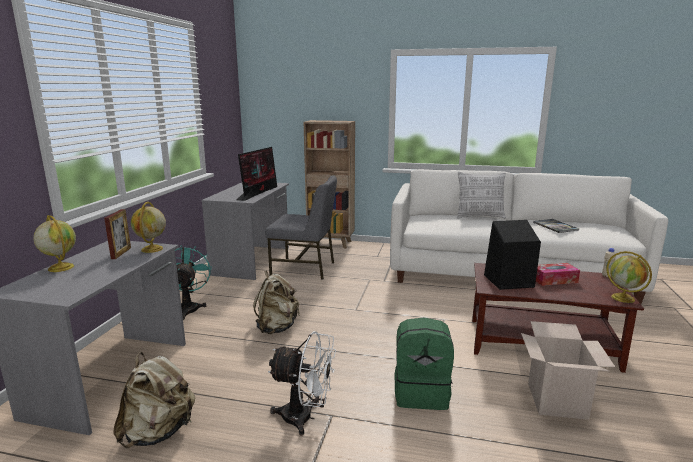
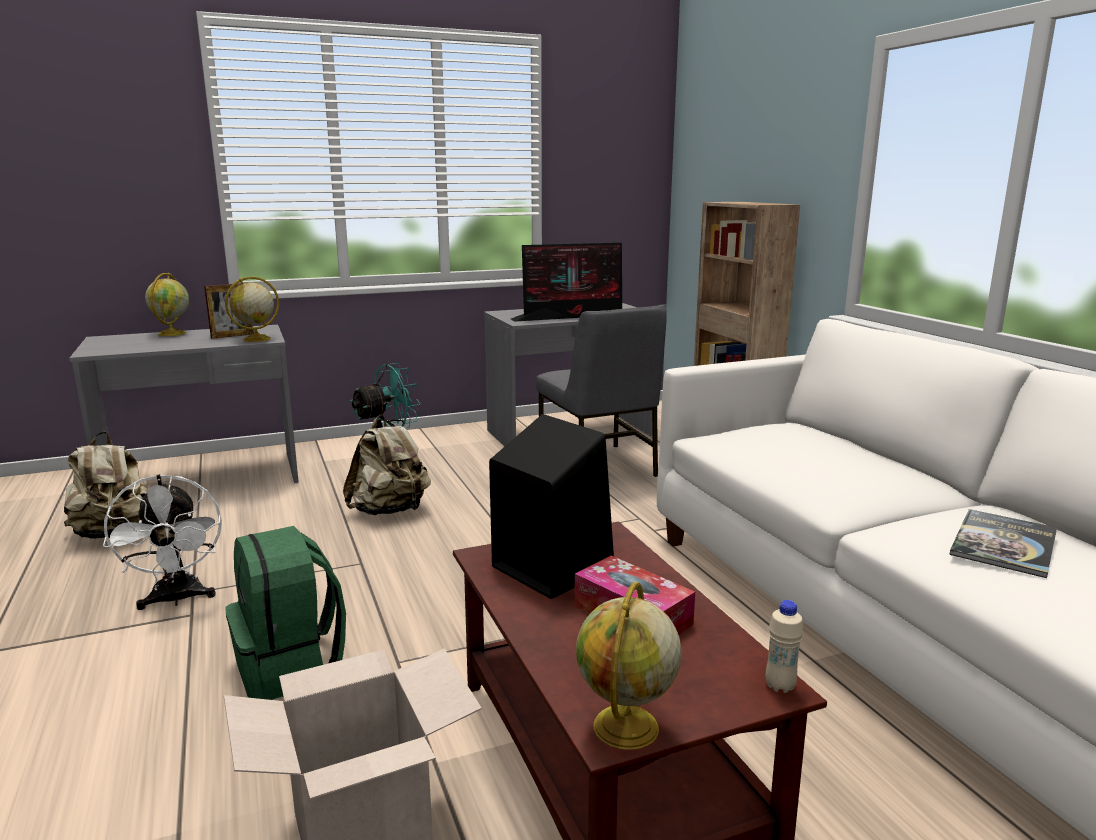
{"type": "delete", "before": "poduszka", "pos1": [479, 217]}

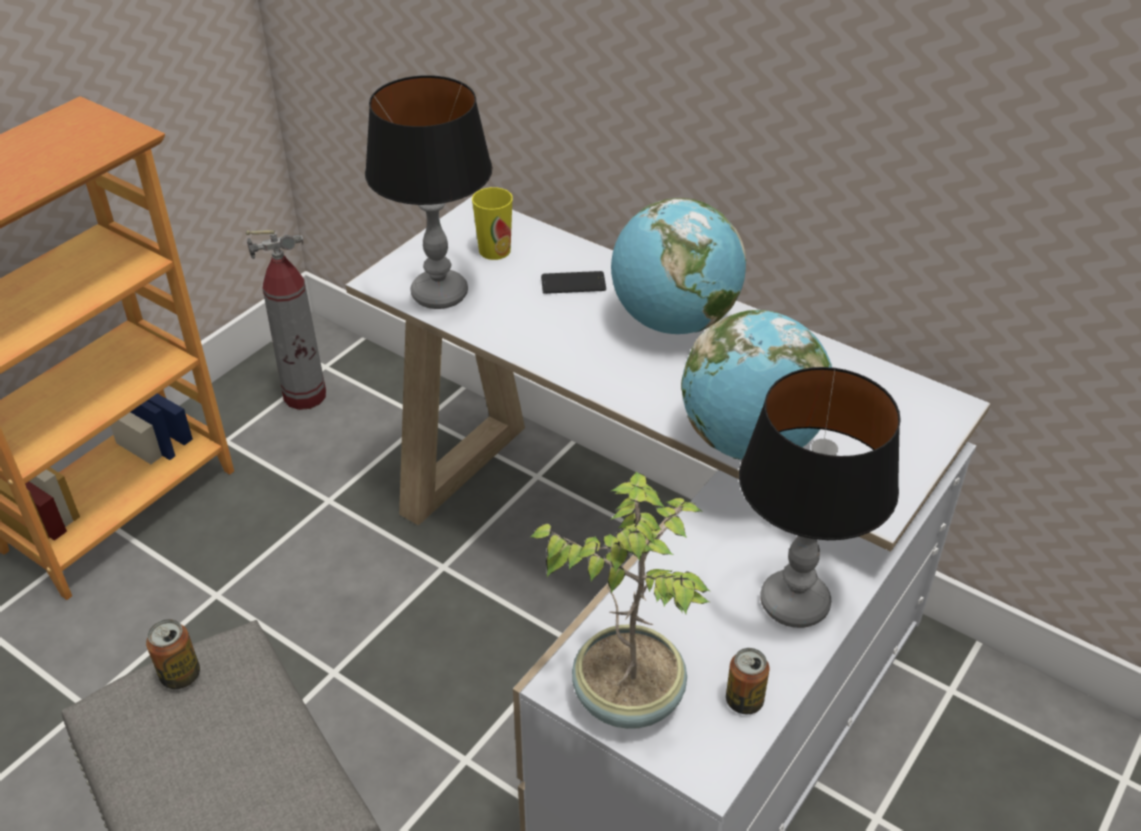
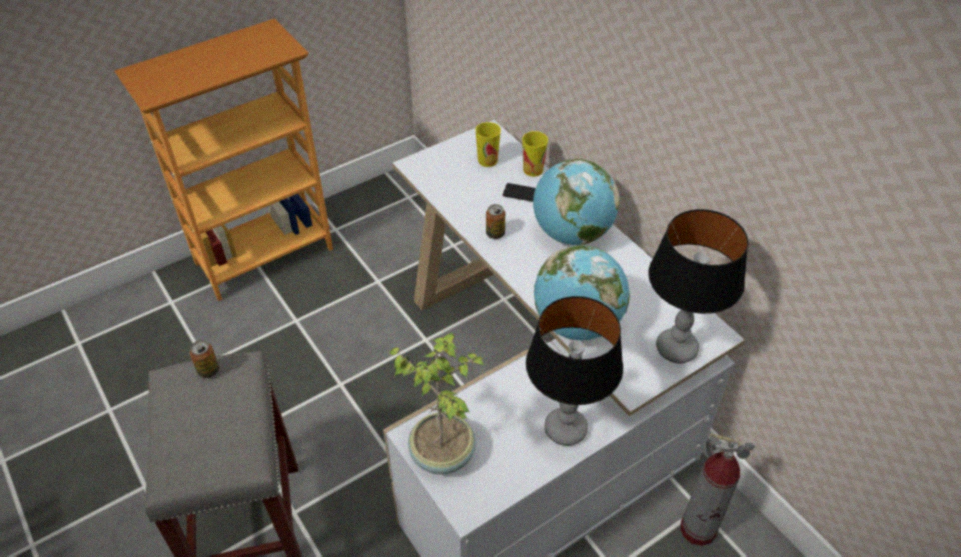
{"type": "move", "before": "lampa stołowa", "pos1": [440, 294], "pos2": [677, 349]}
{"type": "move", "before": "gaśnica", "pos1": [305, 395], "pos2": [698, 529]}
{"type": "move", "before": "puszka", "pos1": [744, 701], "pos2": [495, 233]}
{"type": "insert", "after": "filiżanka", "pos2": [533, 170]}

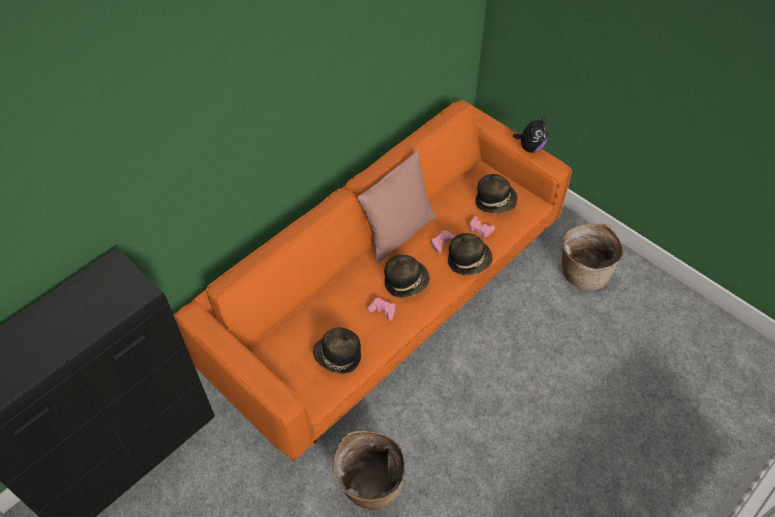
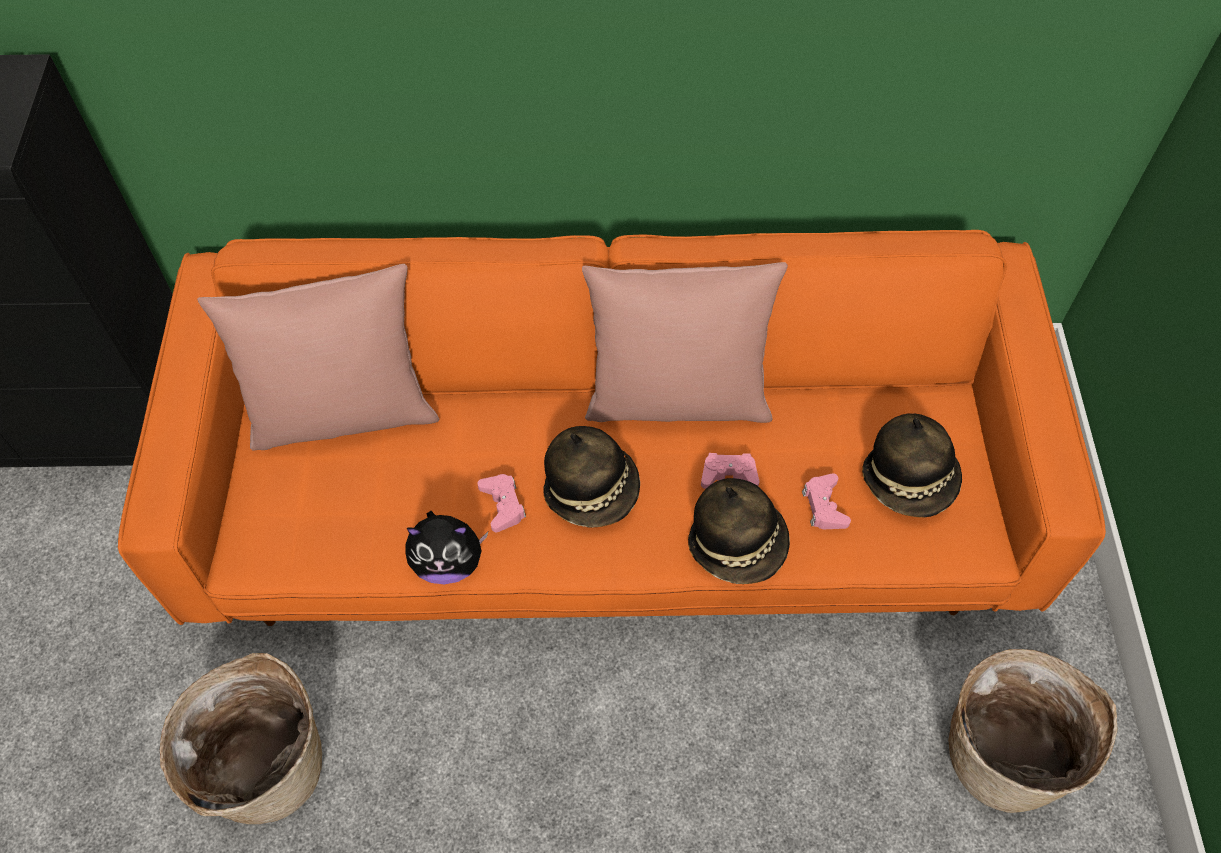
{"type": "move", "before": "pluszak", "pos1": [530, 147], "pos2": [448, 562]}
{"type": "delete", "before": "kapelusz", "pos1": [337, 357]}
{"type": "insert", "after": "poduszka (różowy)", "pos2": [343, 413]}

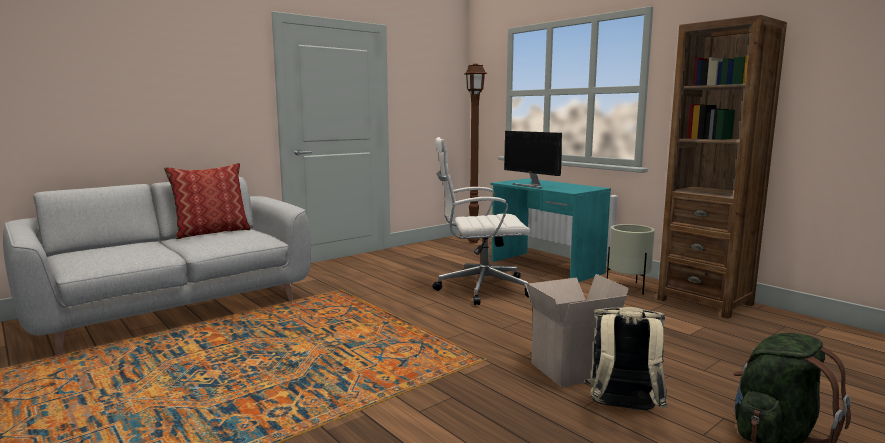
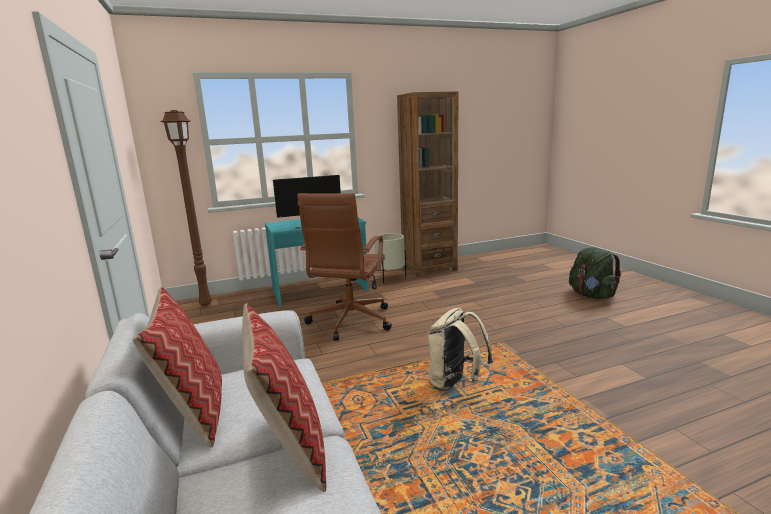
{"type": "recolor", "before": "krzesło biurowe (biały)", "after": "krzesło biurowe (brązowy)", "pos1": [480, 288], "pos2": [349, 322]}
{"type": "delete", "before": "karton", "pos1": [572, 368]}
{"type": "move", "before": "plecak (beżowy)", "pos1": [623, 410], "pos2": [456, 384]}
{"type": "insert", "after": "poduszka", "pos2": [289, 447]}

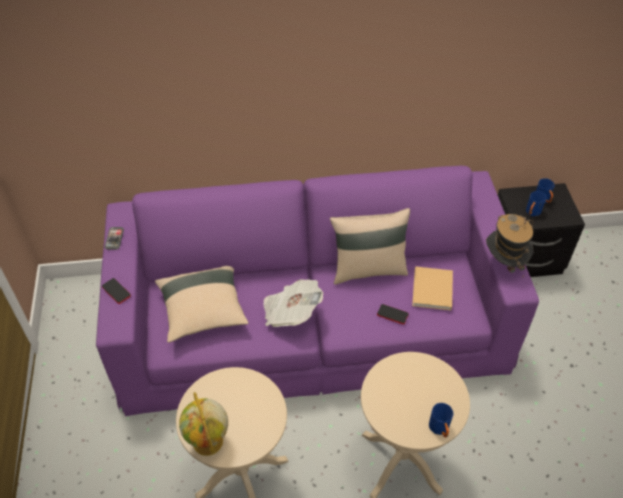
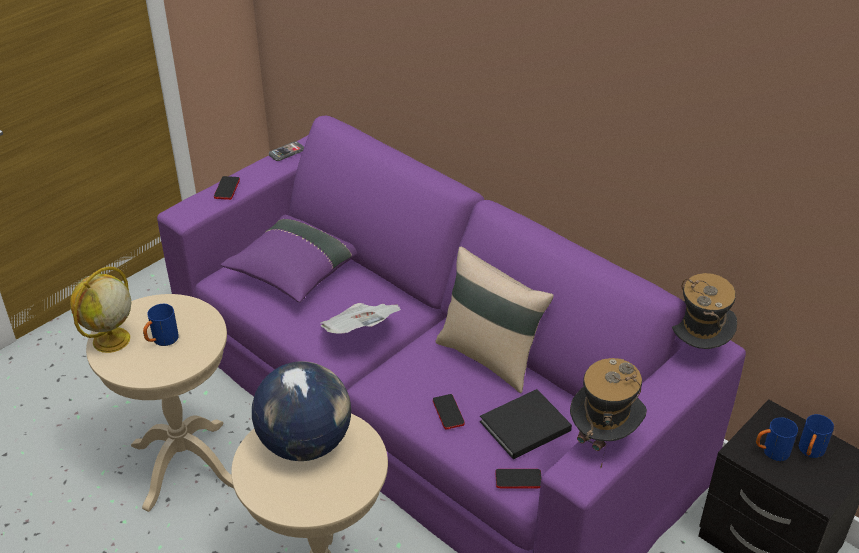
{"type": "recolor", "before": "poduszka (beżowy)", "after": "poduszka (fioletowy)", "pos1": [203, 311], "pos2": [294, 273]}
{"type": "recolor", "before": "książka (beżowy)", "after": "książka (czarny)", "pos1": [432, 291], "pos2": [523, 427]}
{"type": "move", "before": "kubek (niebieski)", "pos1": [440, 429], "pos2": [162, 341]}
{"type": "insert", "after": "kapelusz", "pos2": [696, 349]}
{"type": "insert", "after": "globus", "pos2": [306, 444]}
{"type": "insert", "after": "telefon", "pos2": [518, 479]}

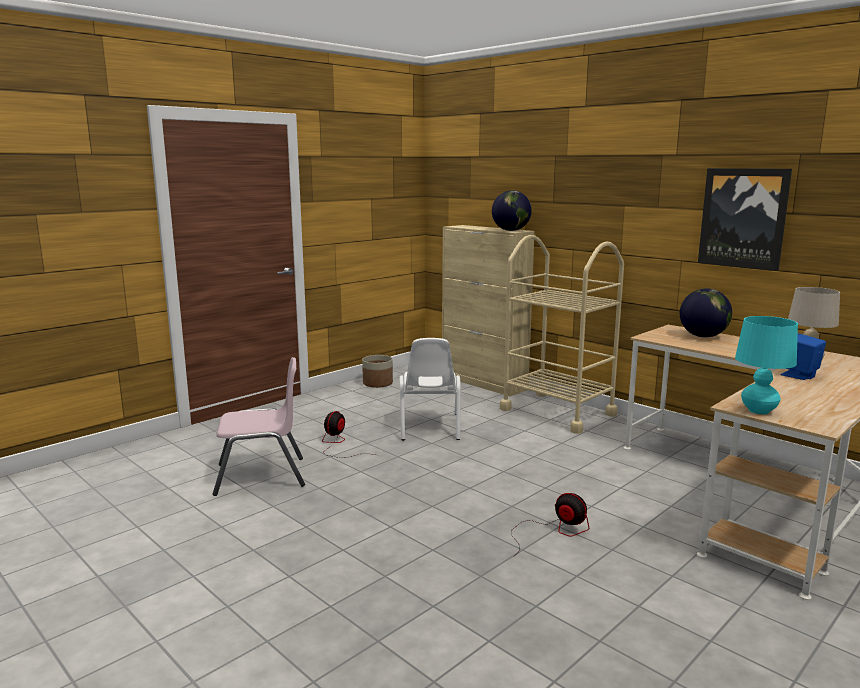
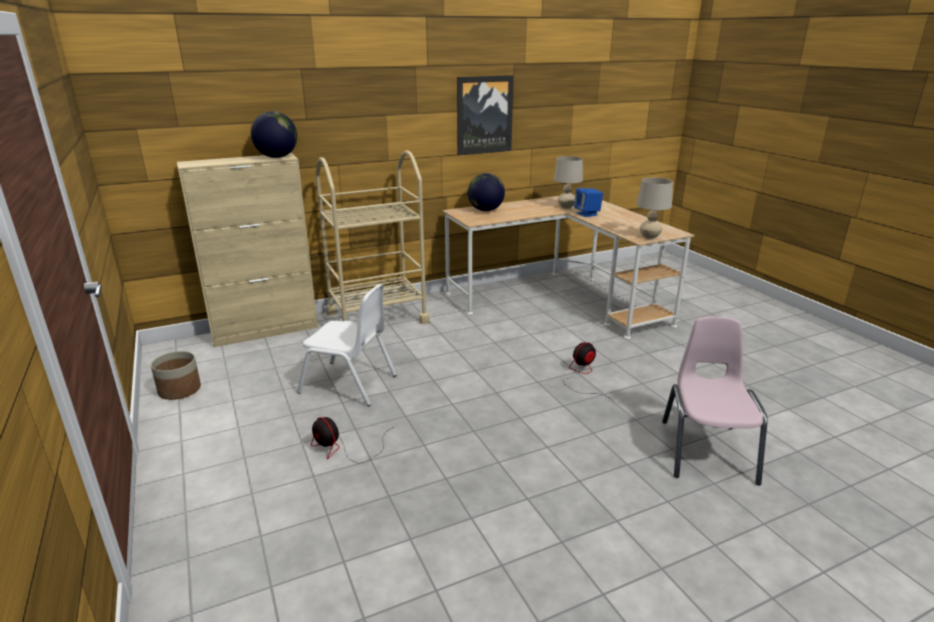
{"type": "recolor", "before": "lampa stołowa (turkusowy)", "after": "lampa stołowa (beżowy)", "pos1": [758, 411], "pos2": [649, 237]}
{"type": "move", "before": "krzesło (różowy)", "pos1": [261, 476], "pos2": [706, 450]}

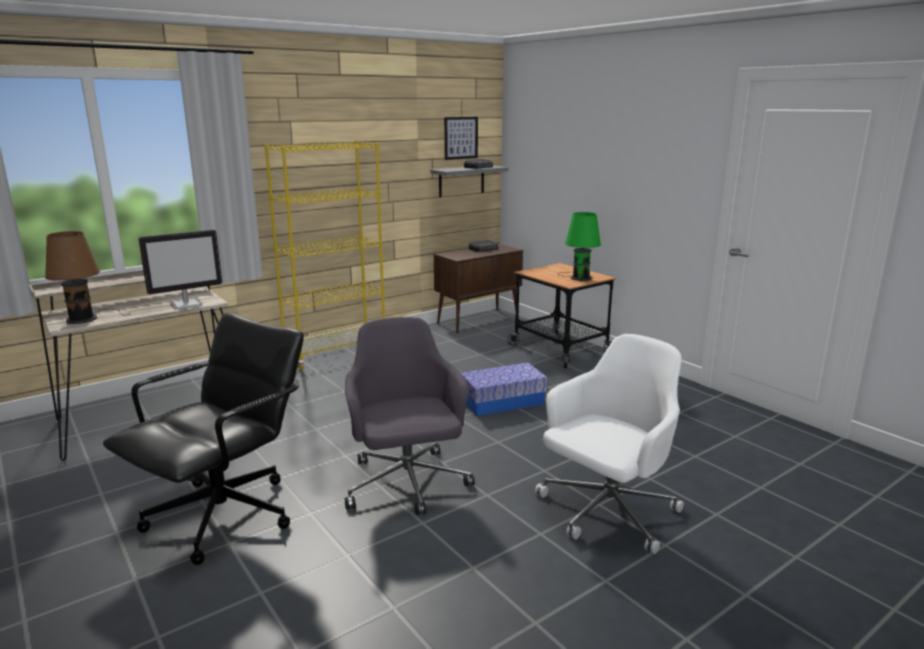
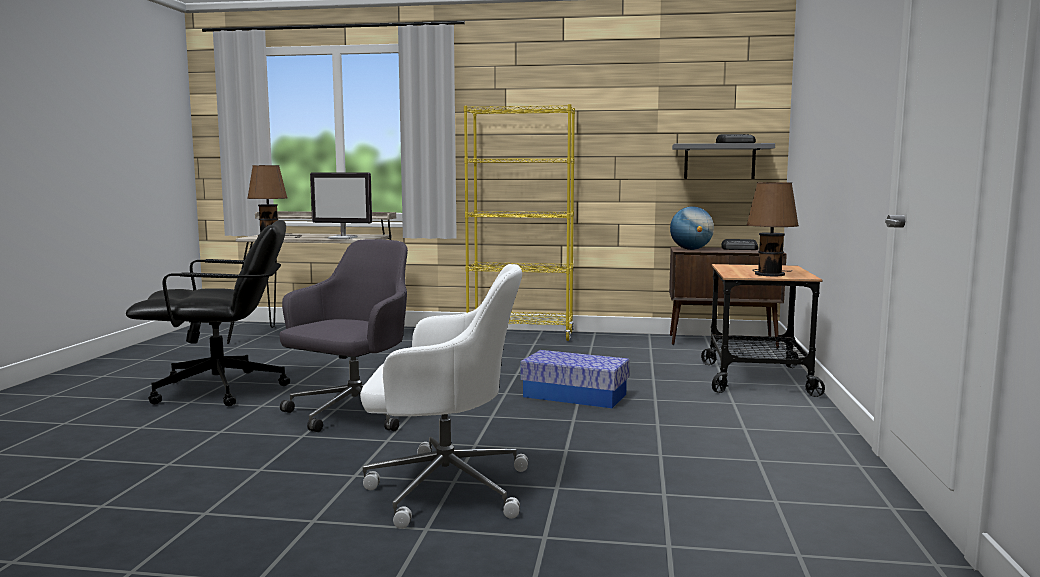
{"type": "delete", "before": "obraz", "pos1": [461, 138]}
{"type": "recolor", "before": "lampa stołowa (zielony)", "after": "lampa stołowa (brązowy)", "pos1": [579, 278], "pos2": [769, 274]}
{"type": "insert", "after": "globus", "pos2": [691, 249]}

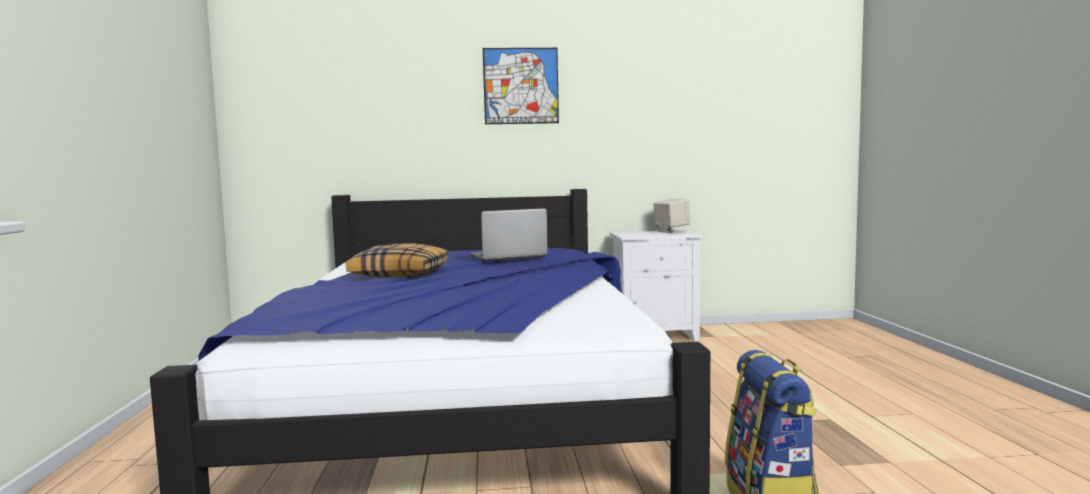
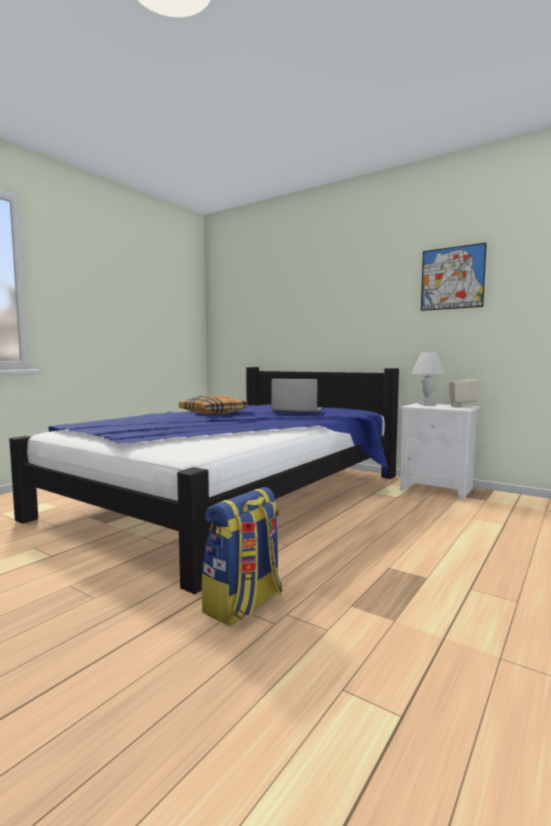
{"type": "move", "before": "obraz", "pos1": [521, 86], "pos2": [452, 278]}
{"type": "insert", "after": "lampa stołowa (biały)", "pos2": [426, 404]}

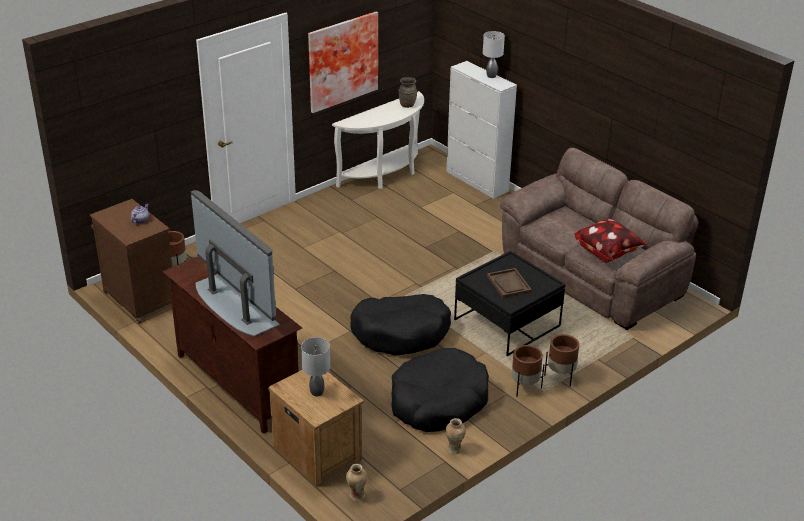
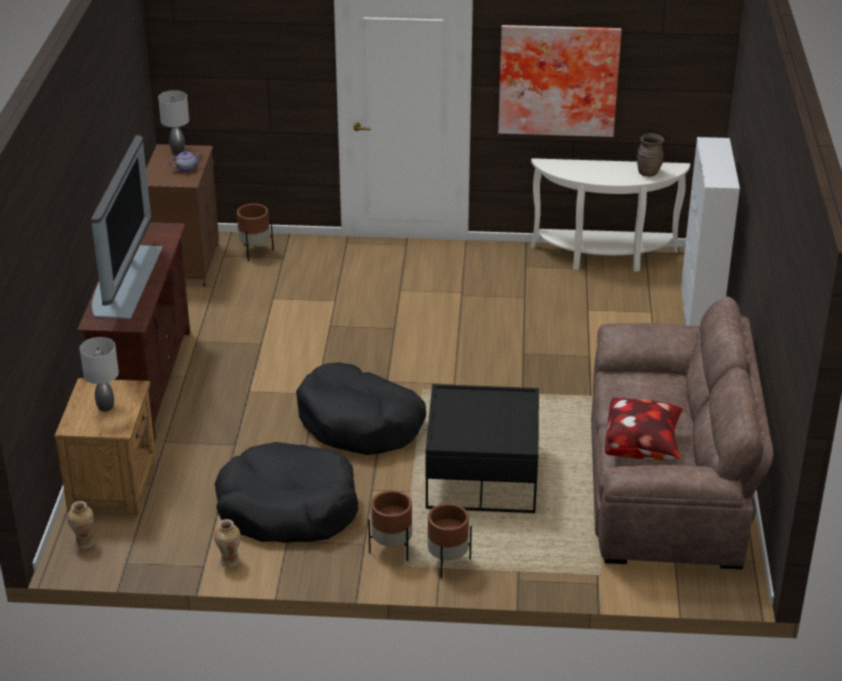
{"type": "move", "before": "lampa stołowa (szary)", "pos1": [491, 76], "pos2": [177, 151]}
{"type": "delete", "before": "taca (brązowy)", "pos1": [509, 284]}

